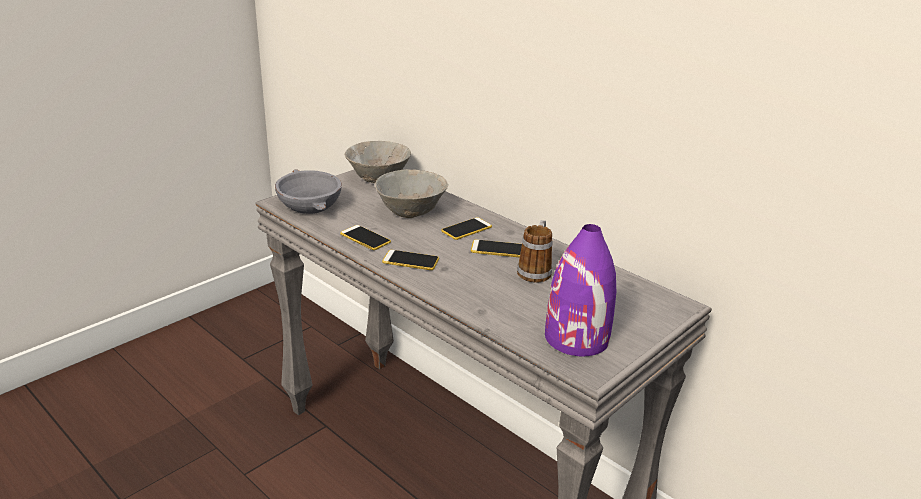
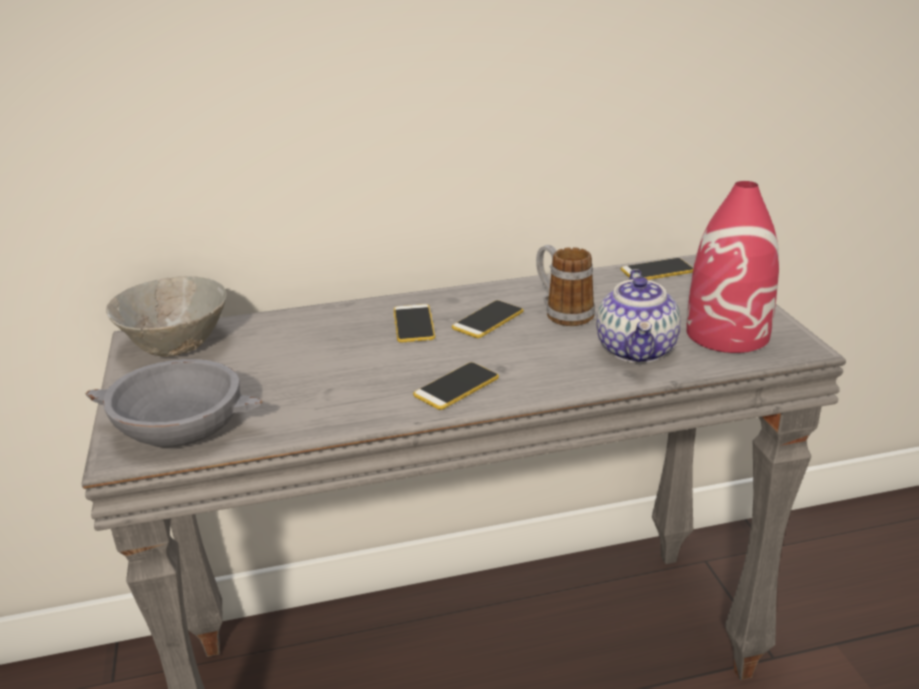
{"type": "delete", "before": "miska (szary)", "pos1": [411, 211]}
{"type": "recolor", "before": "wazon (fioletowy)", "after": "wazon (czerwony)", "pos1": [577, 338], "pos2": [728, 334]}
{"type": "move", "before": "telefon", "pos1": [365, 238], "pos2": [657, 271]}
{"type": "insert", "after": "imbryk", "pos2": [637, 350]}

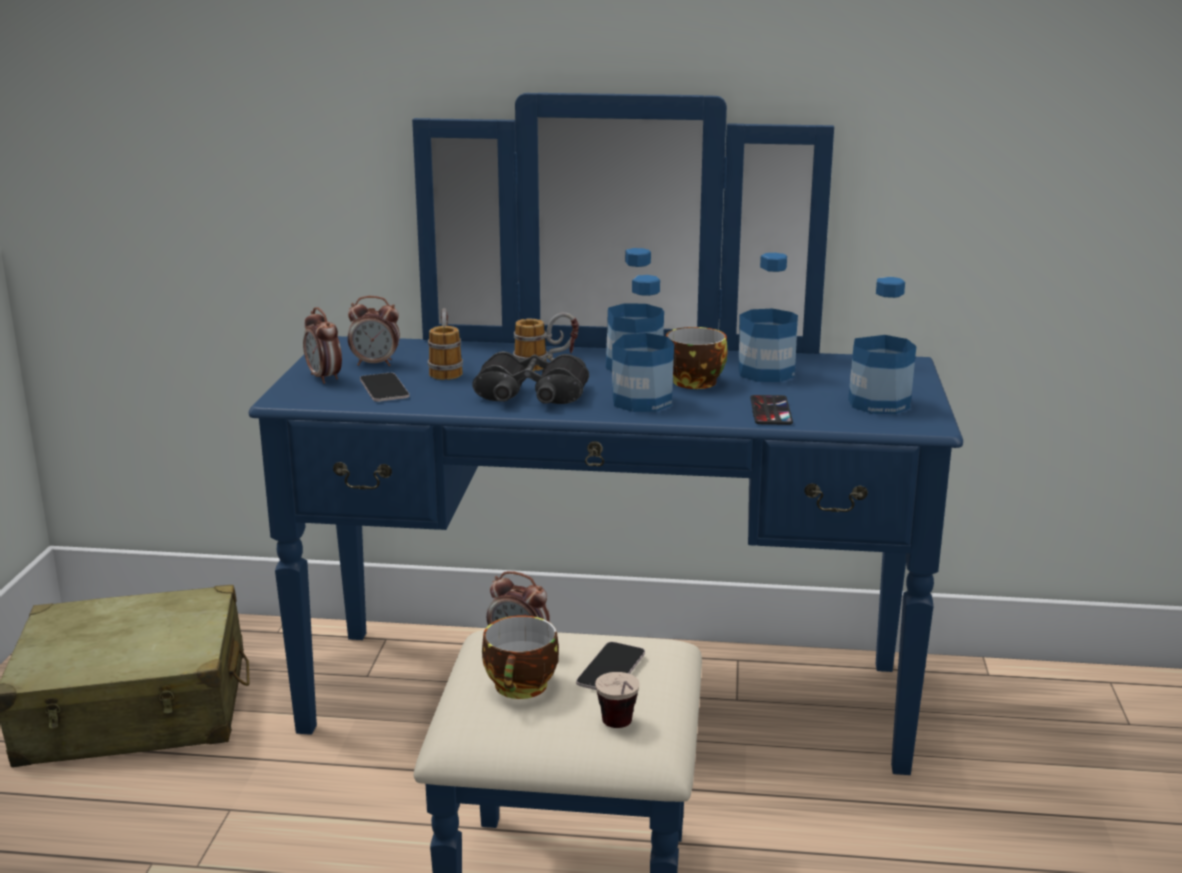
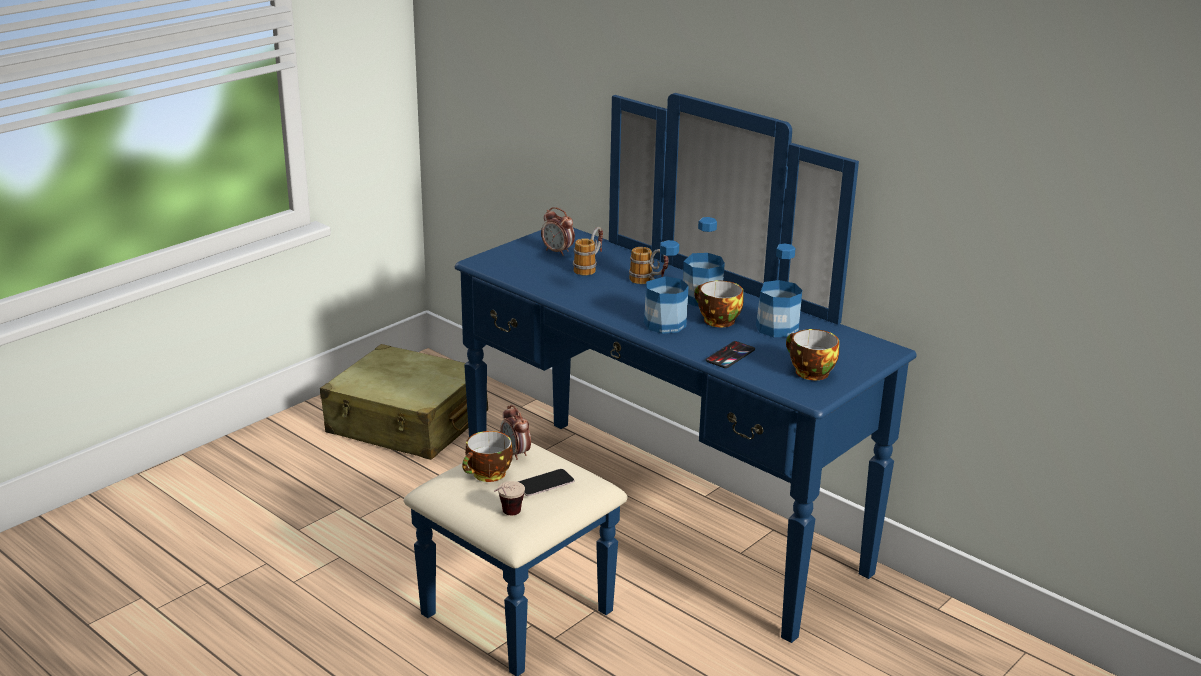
{"type": "replace", "before": "butelka", "after": "filiżanka", "pos1": [878, 403], "pos2": [809, 372]}
{"type": "delete", "before": "budzik", "pos1": [325, 378]}
{"type": "delete", "before": "lornetka (czarny)", "pos1": [531, 395]}
{"type": "delete", "before": "telefon", "pos1": [384, 388]}

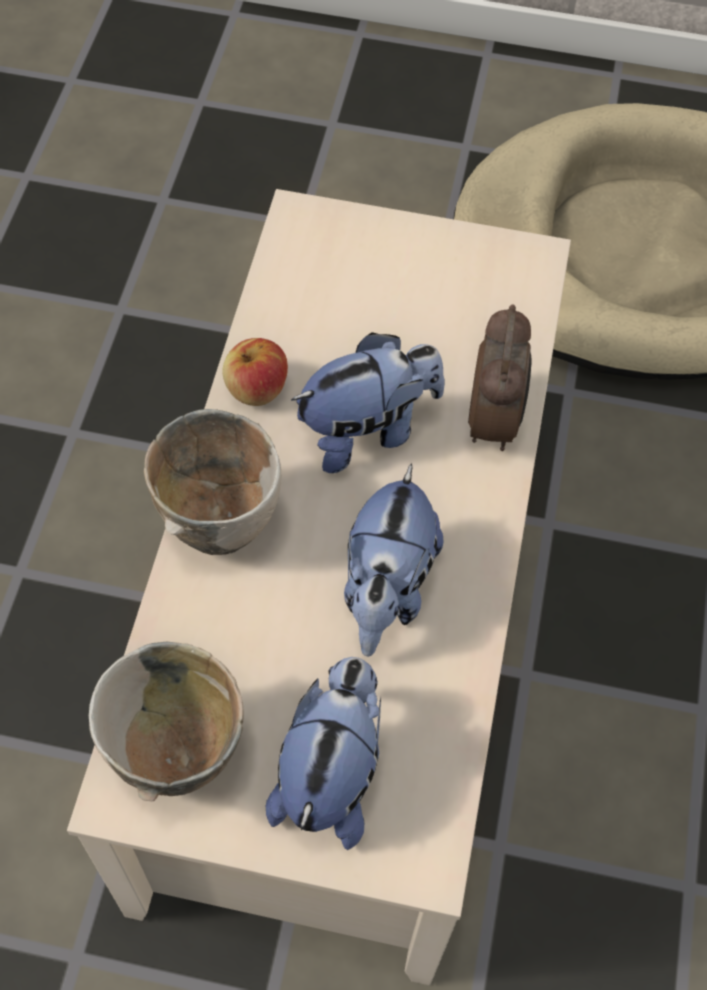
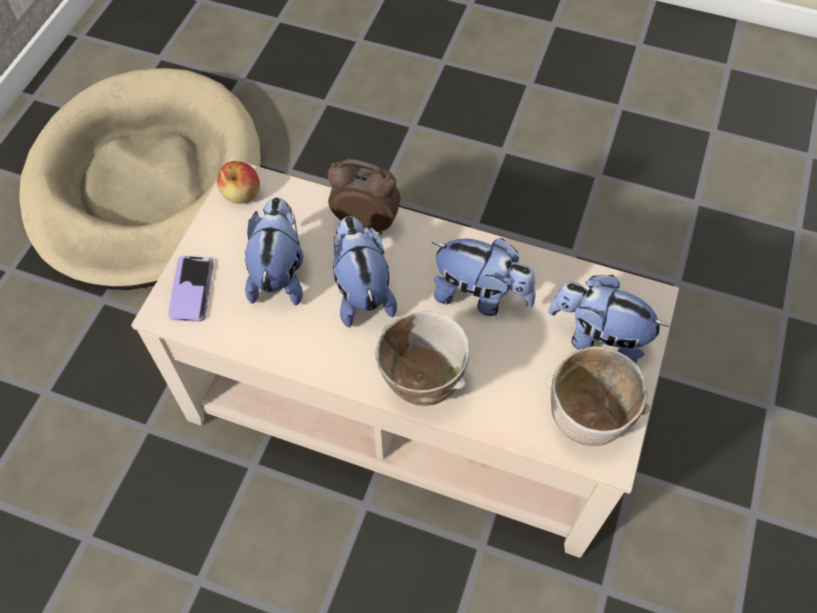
{"type": "move", "before": "jabłko", "pos1": [256, 388], "pos2": [241, 194]}
{"type": "insert", "after": "pluszak", "pos2": [279, 273]}
{"type": "insert", "after": "telefon", "pos2": [192, 289]}

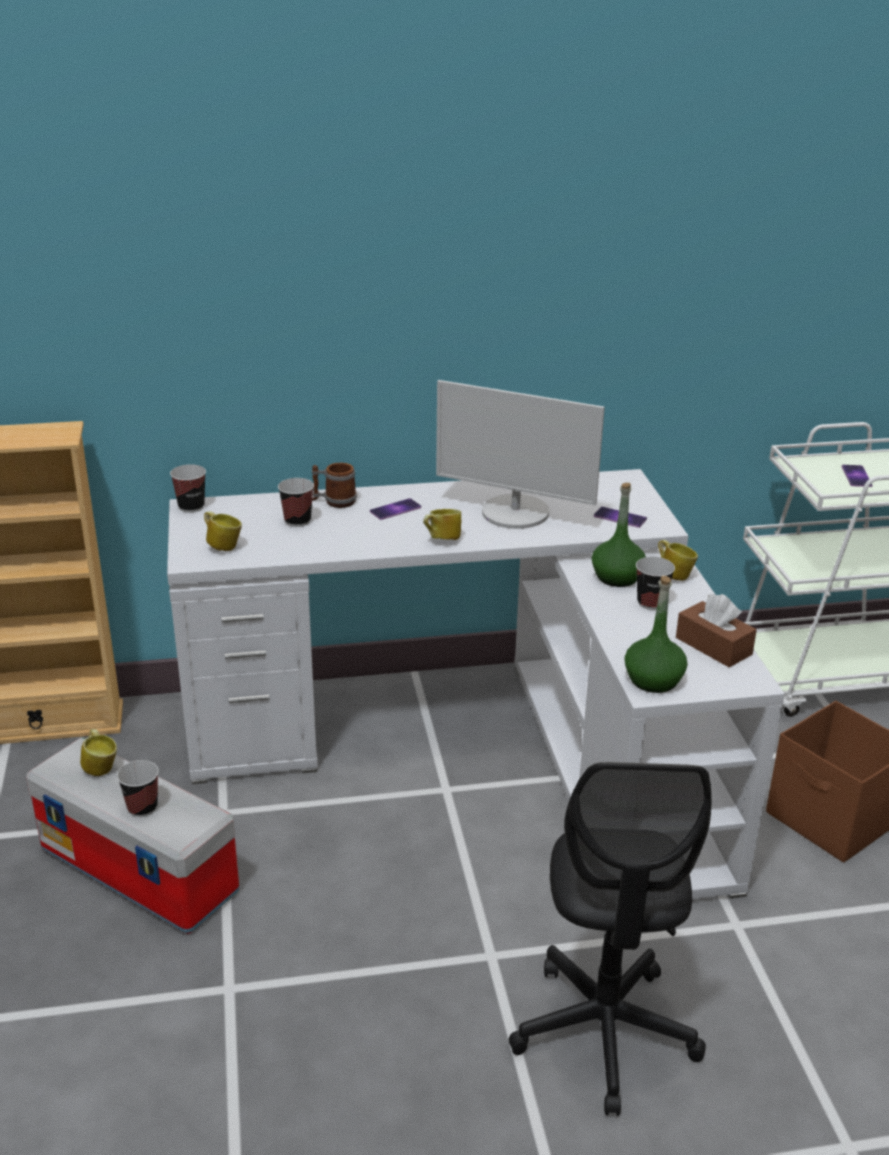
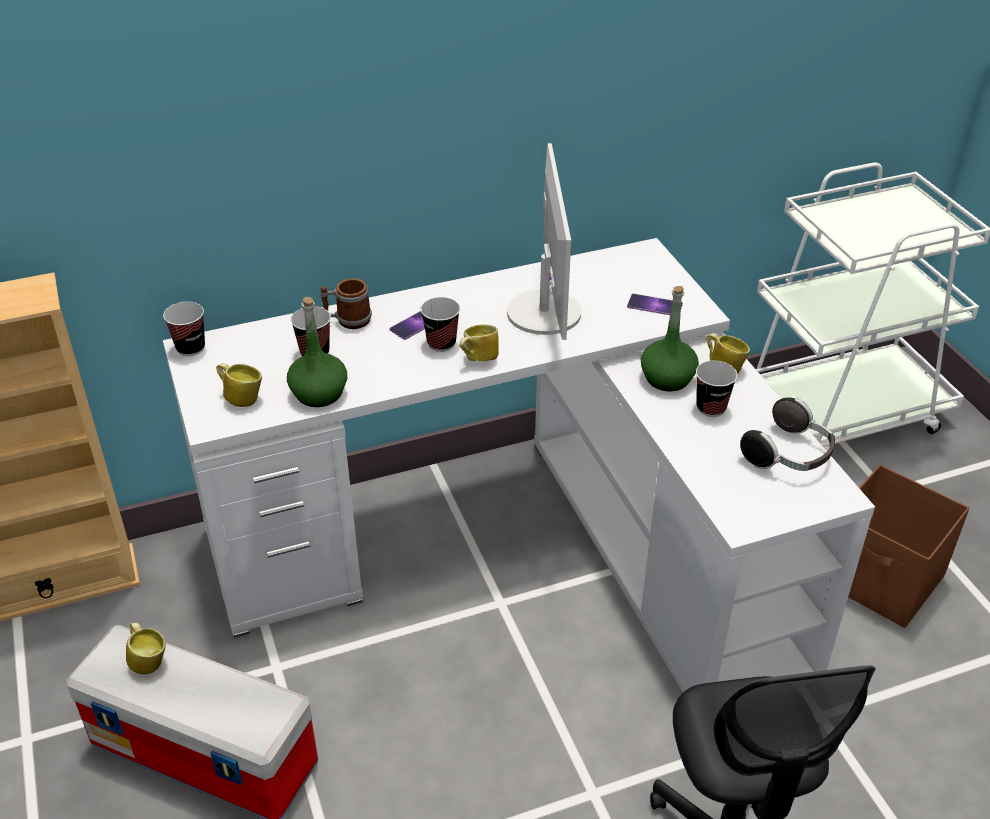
{"type": "rotate", "before": "monitor", "pos1": [515, 513], "pos2": [545, 313], "turn": -105}
{"type": "delete", "before": "telefon", "pos1": [856, 476]}
{"type": "move", "before": "butelka (zielony)", "pos1": [654, 680], "pos2": [319, 393]}
{"type": "replace", "before": "pudełko chusteczek (brązowy)", "after": "słuchawki", "pos1": [713, 646], "pos2": [789, 456]}
{"type": "move", "before": "filiżanka", "pos1": [142, 808], "pos2": [441, 343]}

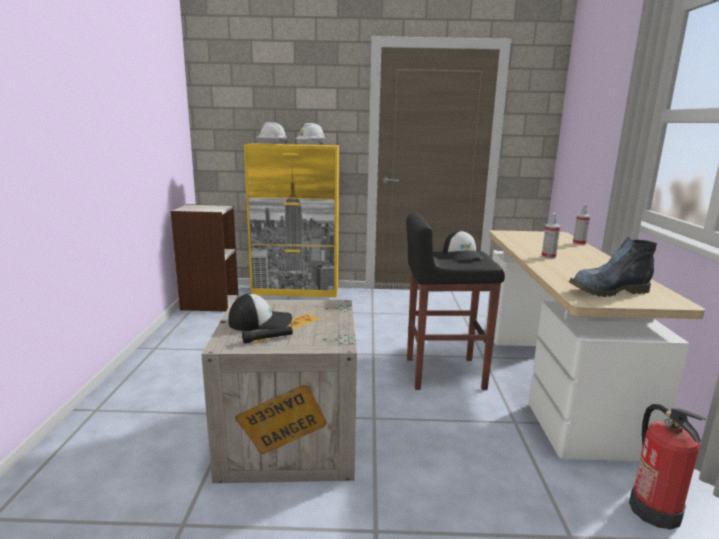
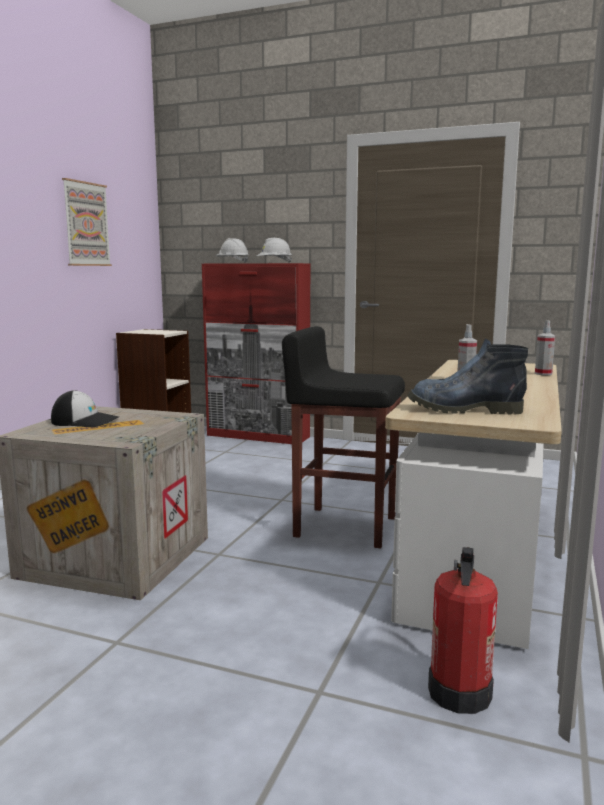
{"type": "recolor", "before": "szafka (żółty)", "after": "szafka (czerwony)", "pos1": [296, 291], "pos2": [258, 436]}
{"type": "delete", "before": "czapka z daszkiem", "pos1": [462, 254]}
{"type": "delete", "before": "latarka (czarny)", "pos1": [268, 339]}
{"type": "insert", "after": "obraz", "pos2": [86, 224]}

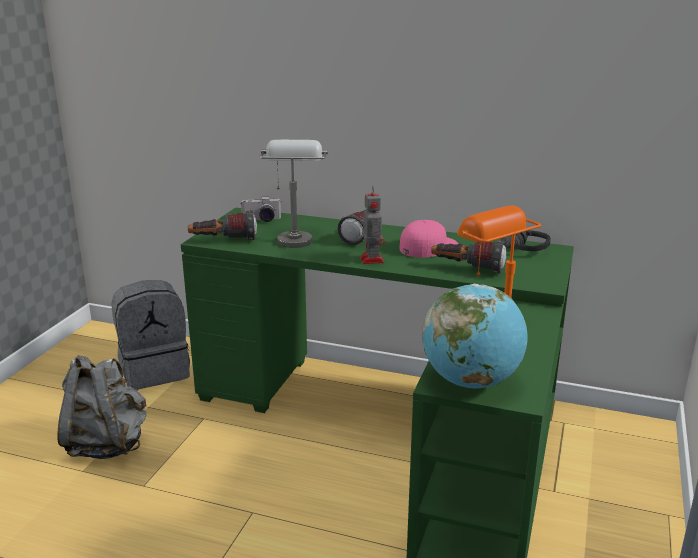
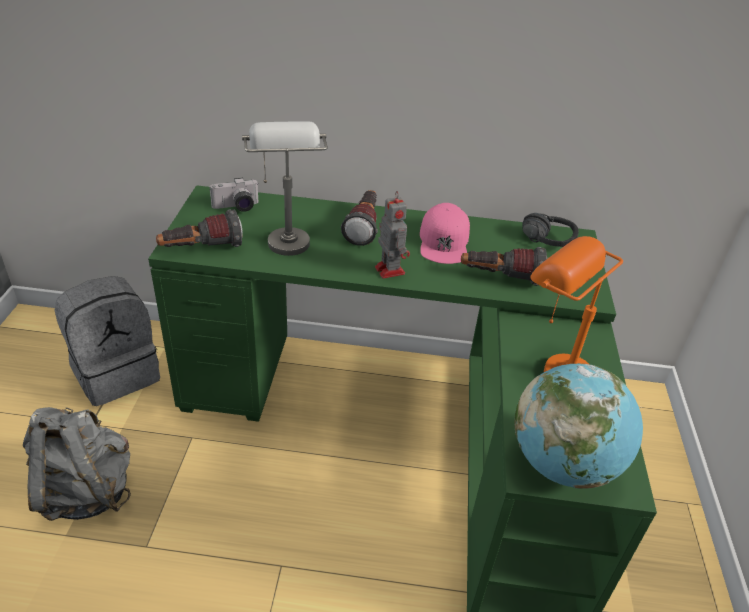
{"type": "rotate", "before": "czapka z daszkiem (różowy)", "pos1": [428, 246], "pos2": [444, 242], "turn": 150}

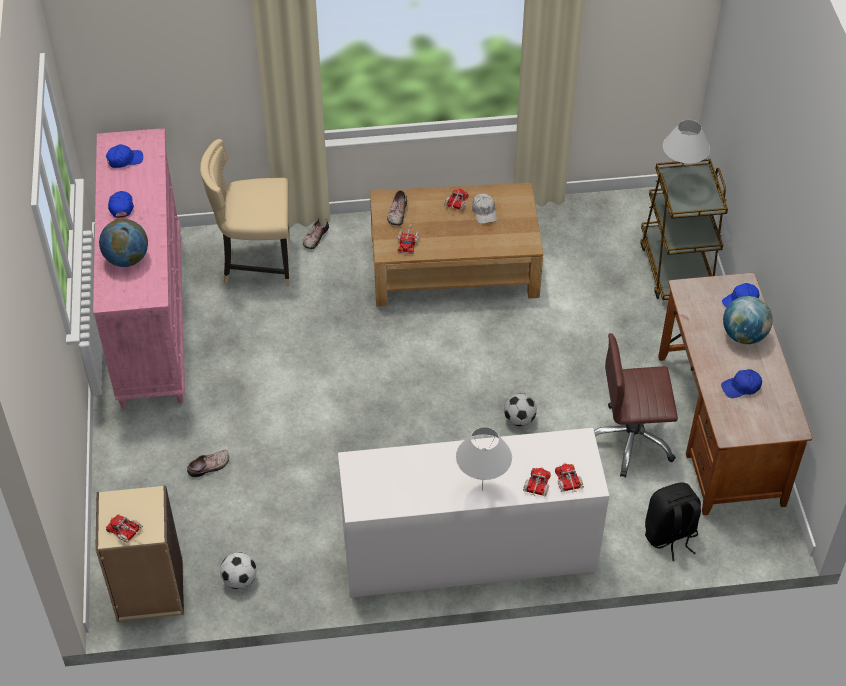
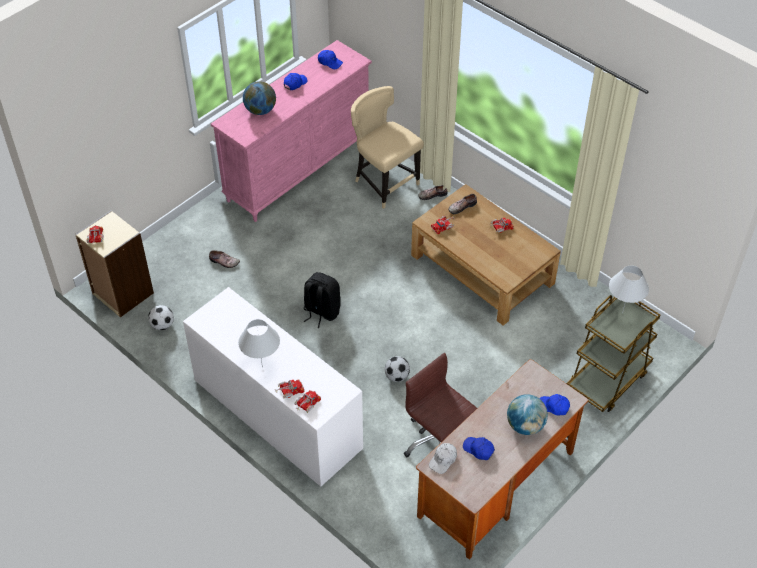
{"type": "move", "before": "czapka z daszkiem (biały)", "pos1": [484, 212], "pos2": [443, 460]}
{"type": "move", "before": "plecak (czarny)", "pos1": [670, 536], "pos2": [321, 312]}

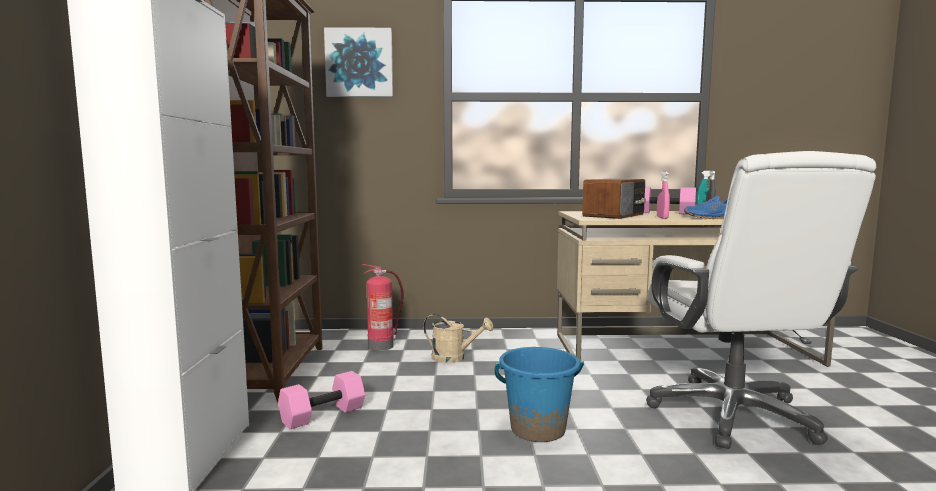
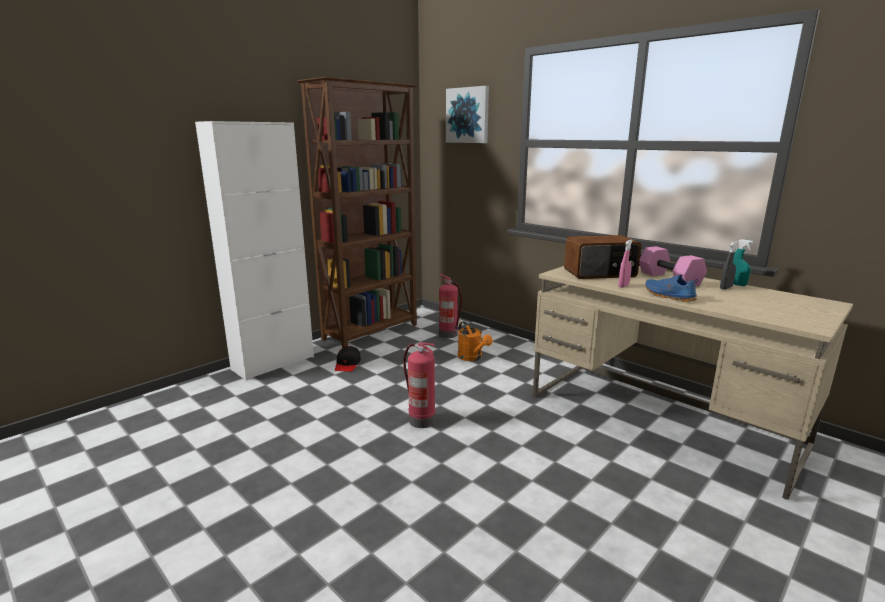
{"type": "delete", "before": "krzesło biurowe (biały)", "pos1": [733, 415]}
{"type": "recolor", "before": "konewka (beżowy)", "after": "konewka (pomarańczowy)", "pos1": [454, 358], "pos2": [472, 358]}
{"type": "replace", "before": "wiadro (niebieski)", "after": "gaśnica", "pos1": [538, 429], "pos2": [420, 420]}
{"type": "replace", "before": "hantel (różowy)", "after": "czapka z daszkiem (czarny)", "pos1": [323, 414], "pos2": [347, 364]}

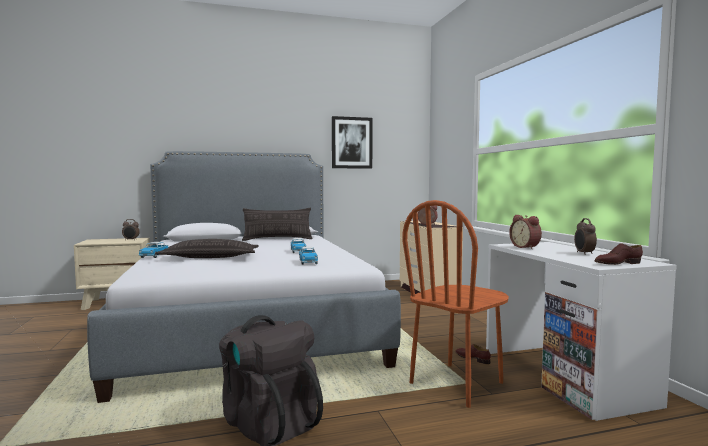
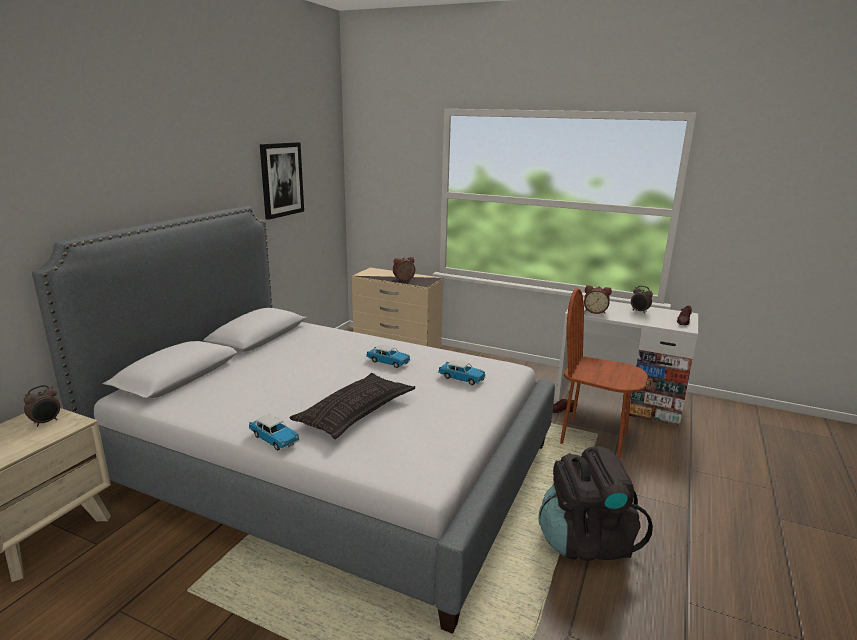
{"type": "rotate", "before": "krzesło (brązowy)", "pos1": [457, 383], "pos2": [594, 437], "turn": 120}
{"type": "delete", "before": "poduszka", "pos1": [277, 239]}

